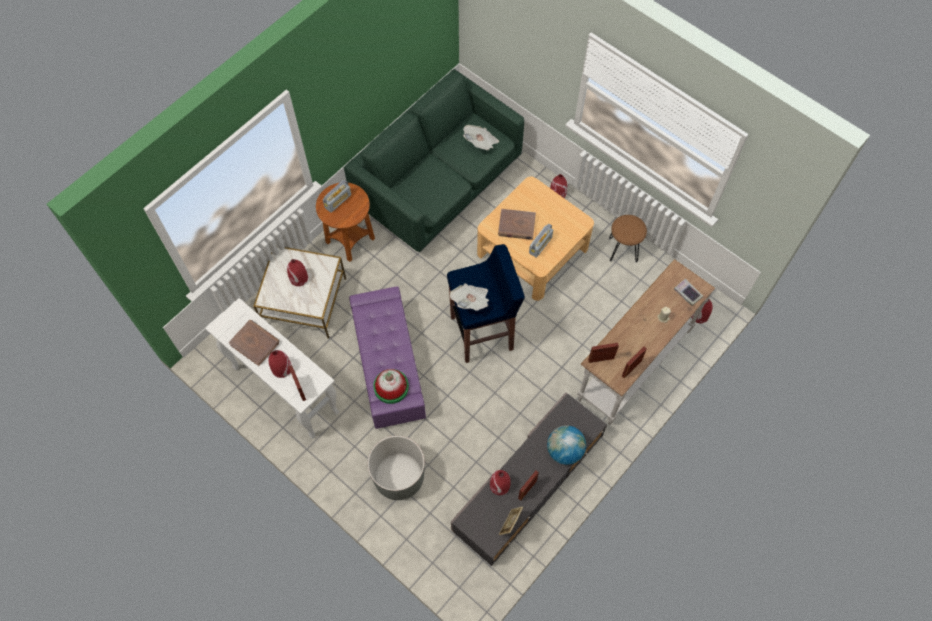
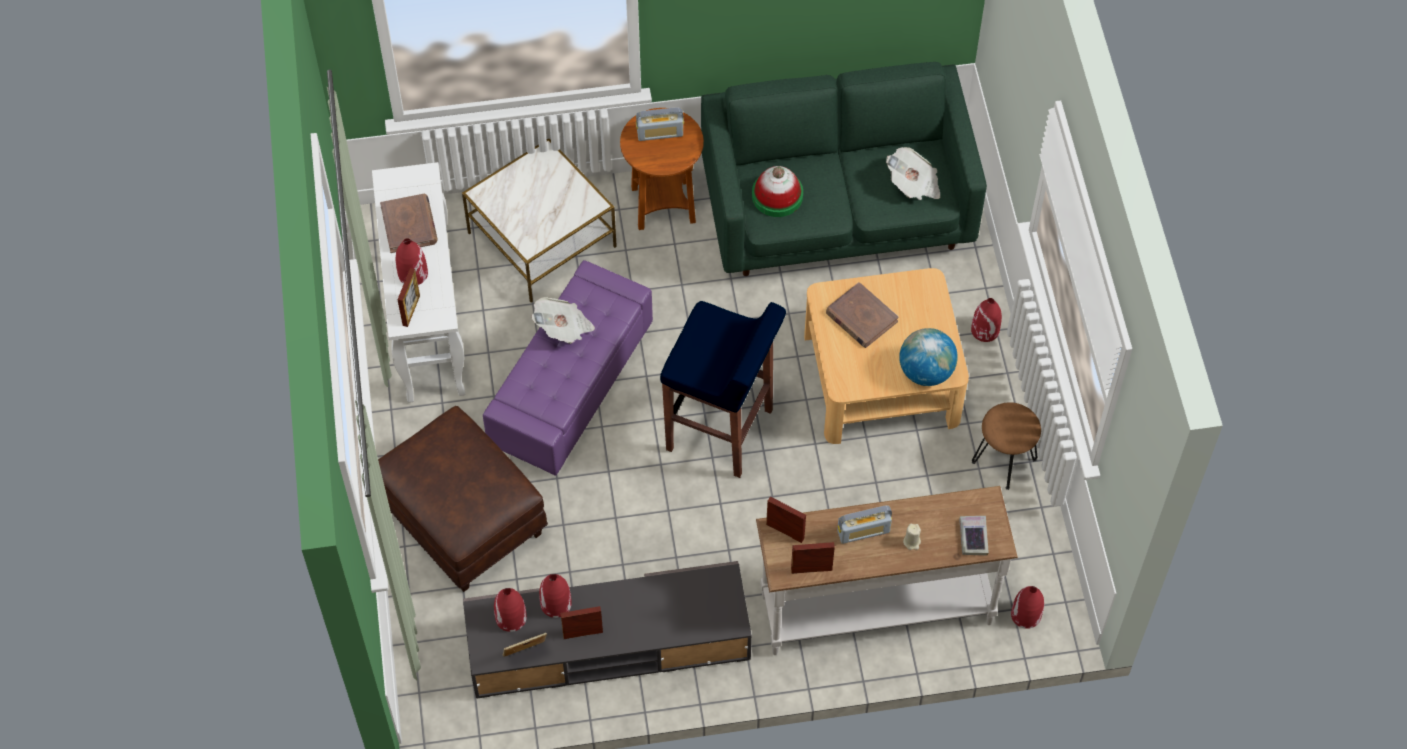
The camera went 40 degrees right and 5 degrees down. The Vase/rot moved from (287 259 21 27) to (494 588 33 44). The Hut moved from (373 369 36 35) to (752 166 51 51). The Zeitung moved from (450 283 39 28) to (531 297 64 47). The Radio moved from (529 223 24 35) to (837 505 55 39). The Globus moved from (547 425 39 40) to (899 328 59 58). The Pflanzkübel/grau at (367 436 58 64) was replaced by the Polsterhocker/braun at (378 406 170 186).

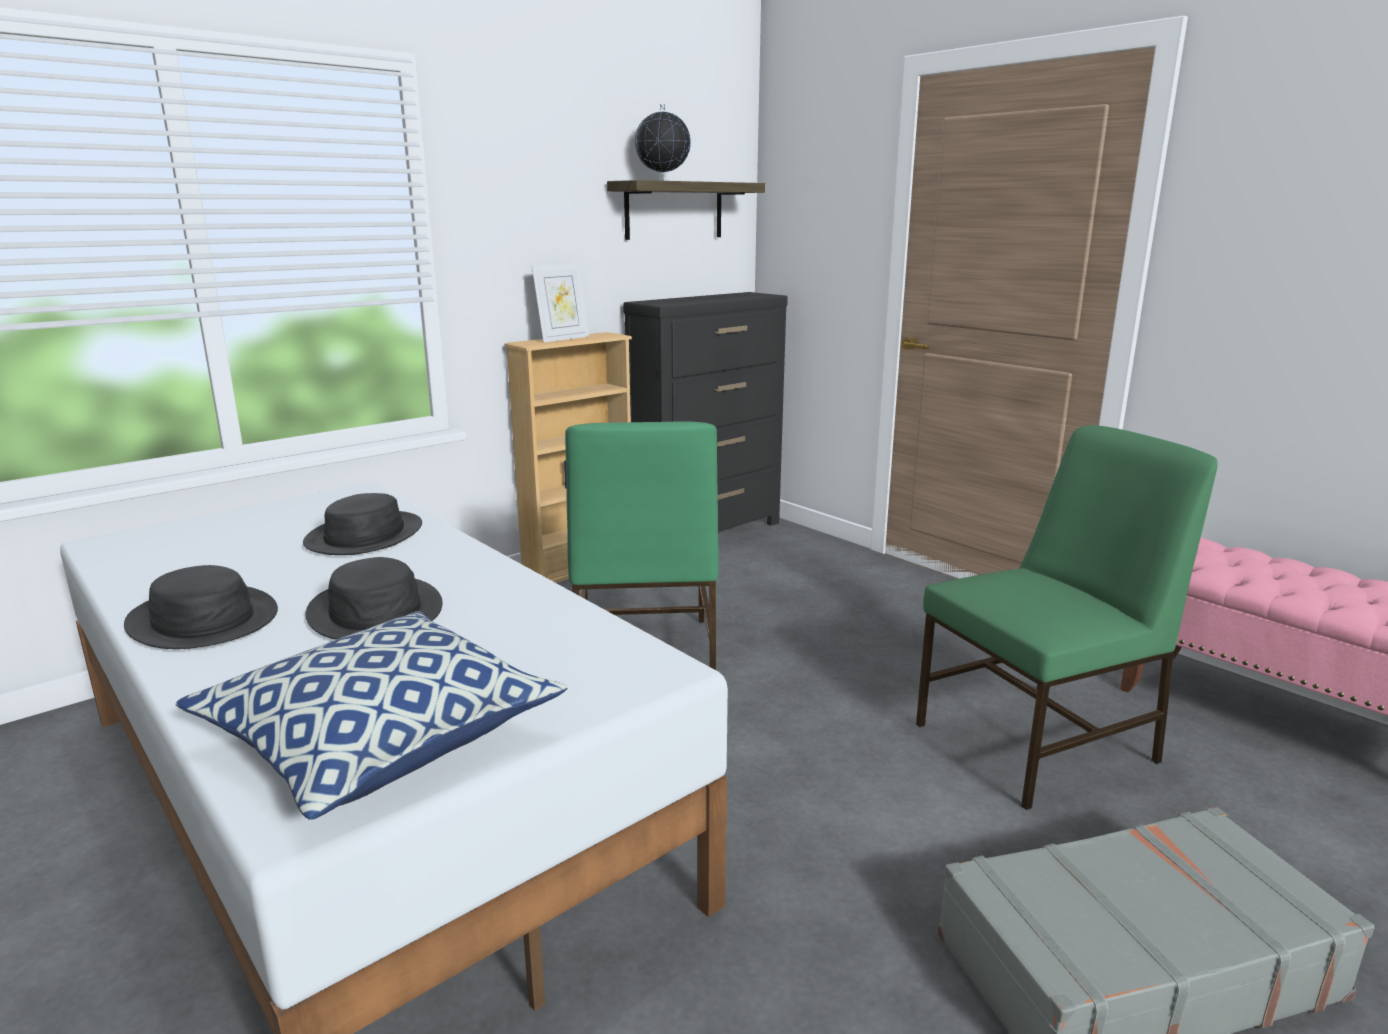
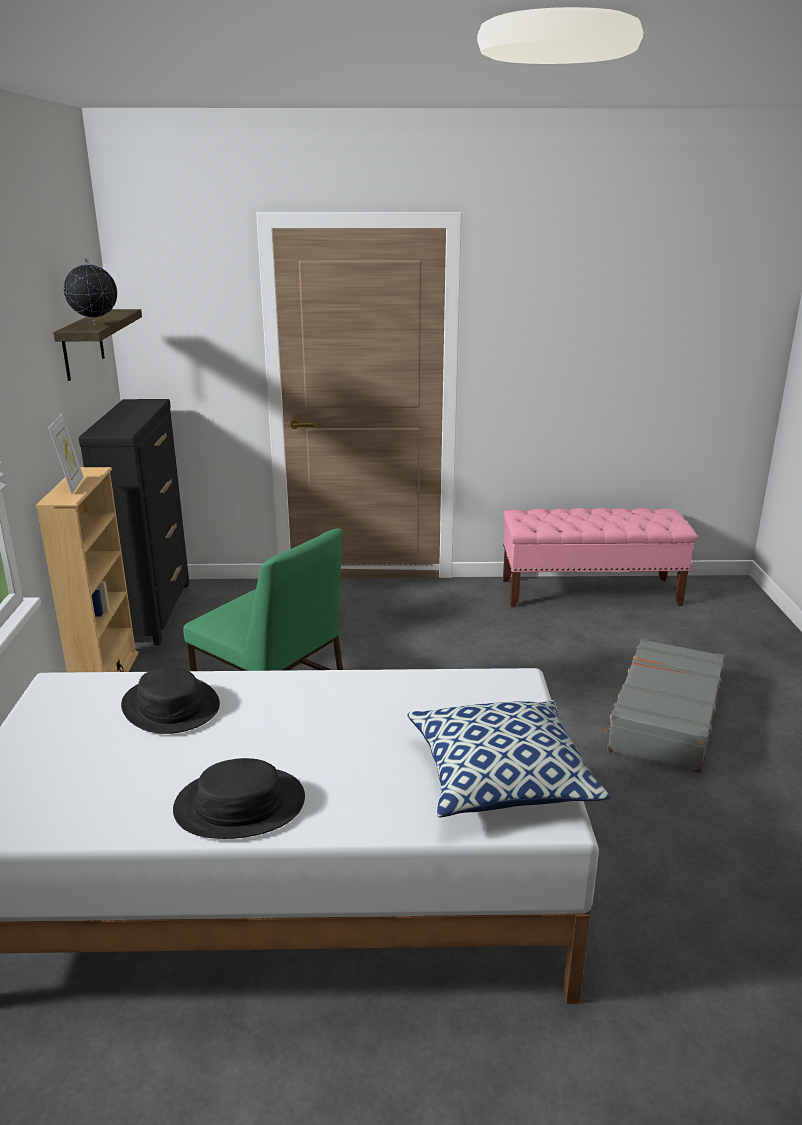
The camera went 50 degrees left and 5 degrees up. The Hut/schwarz at (306 557 137 83) disappeared. The Stuhl/grün at (916 425 302 385) disappeared.

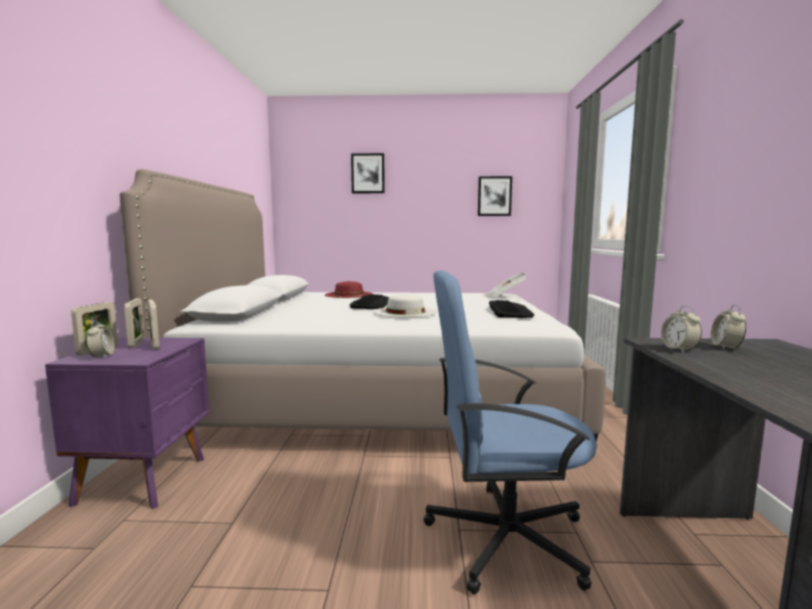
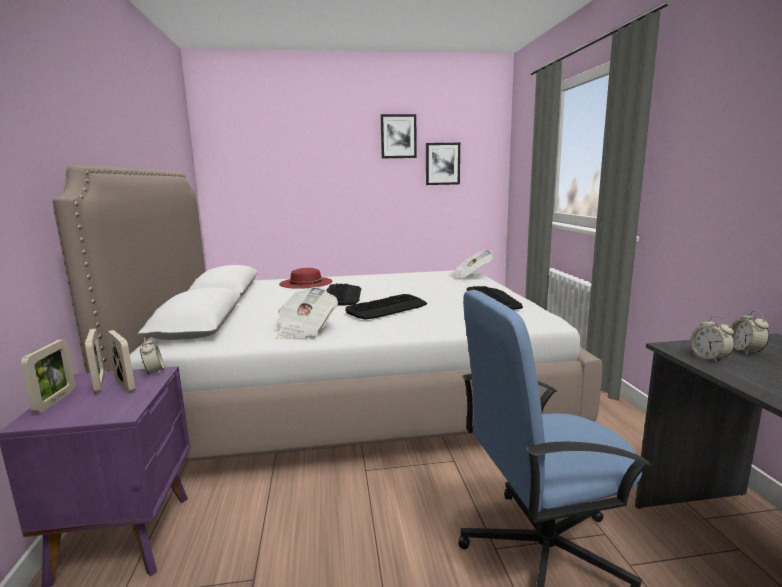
The camera went 10 degrees left and 5 degrees up. The Zeitung at (276 287 62 53) appeared. The Wecker moved from (86 321 29 37) to (140 337 25 38). The Bild moved from (351 153 34 40) to (381 114 36 44). The Hut/weiß at (374 294 63 23) was replaced by the Tastatur at (345 294 82 25).

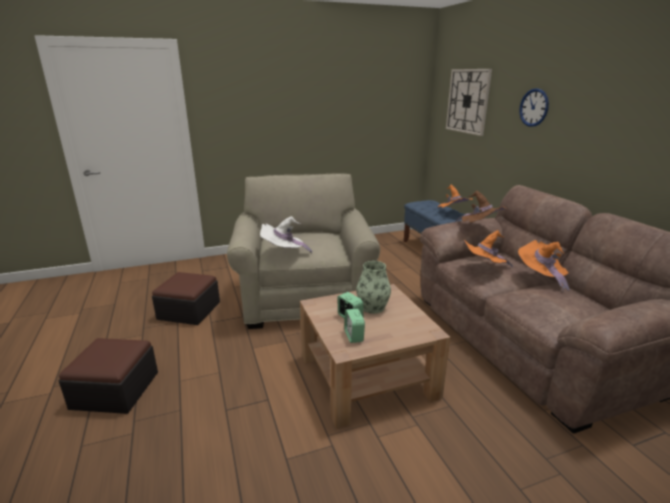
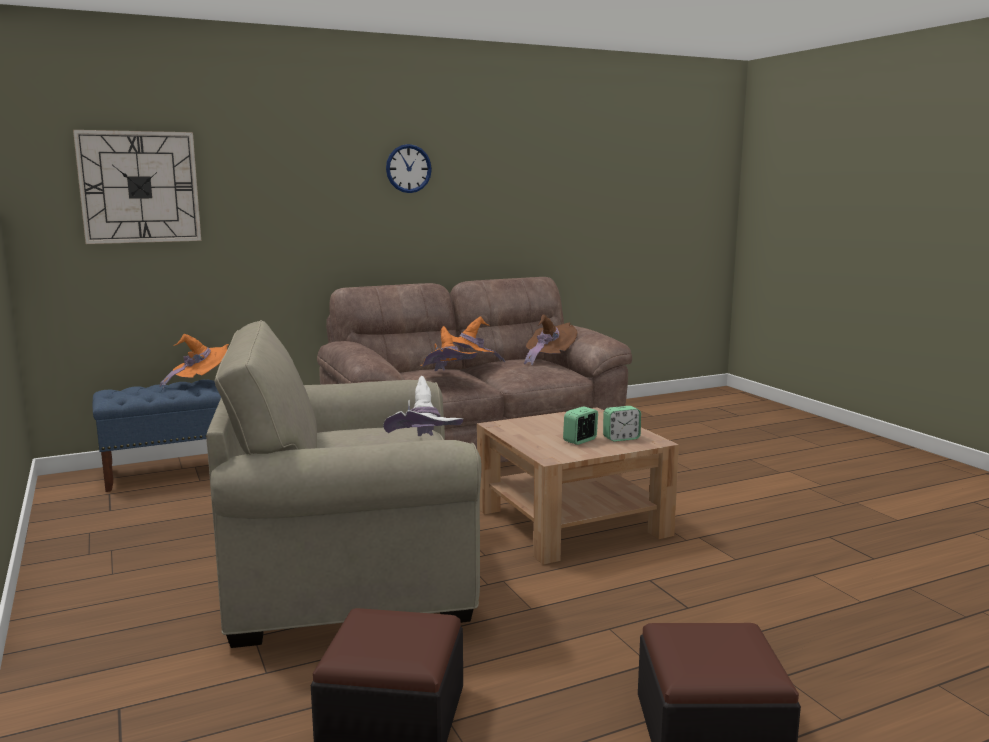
The camera went 95 degrees left and 10 degrees down. The Vase at (356 261 35 53) disappeared. The Hut/braun moved from (454 191 53 32) to (524 314 53 52). The Wanduhr moved from (519 88 30 39) to (386 144 46 49).

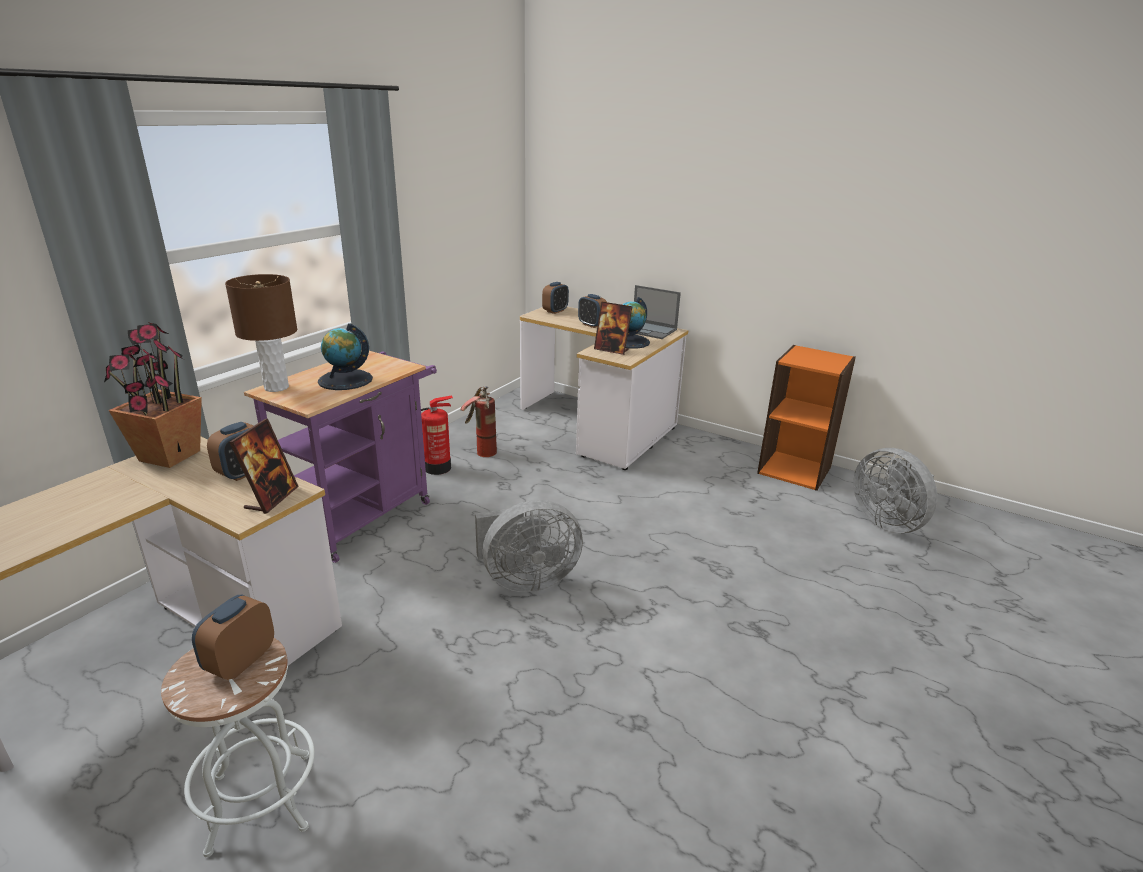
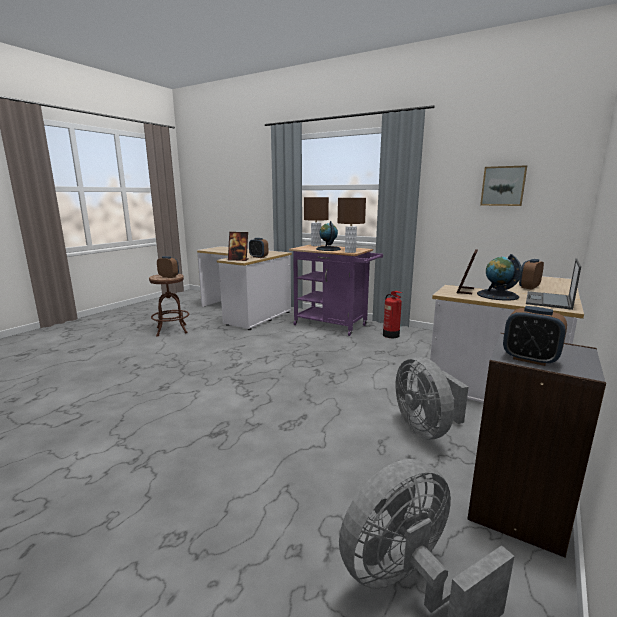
The camera went 90 degrees right and 10 degrees down. The Topfpflanze at (104 322 98 146) disappeared. The Feuerlöscher at (460 386 37 71) disappeared. The Tischlampe/braun at (337 198 29 55) appeared. The Bild at (480 165 47 41) appeared. The Ventilator/grau moved from (475 500 108 92) to (396 357 73 82). The Wecker moved from (542 282 27 32) to (503 306 64 60). The Hocker/weiß at (161 638 153 219) became the Hocker/braun at (149 274 40 63). The Bücherregal/orange at (757 345 99 146) became the Bücherregal/grau at (467 333 139 225).

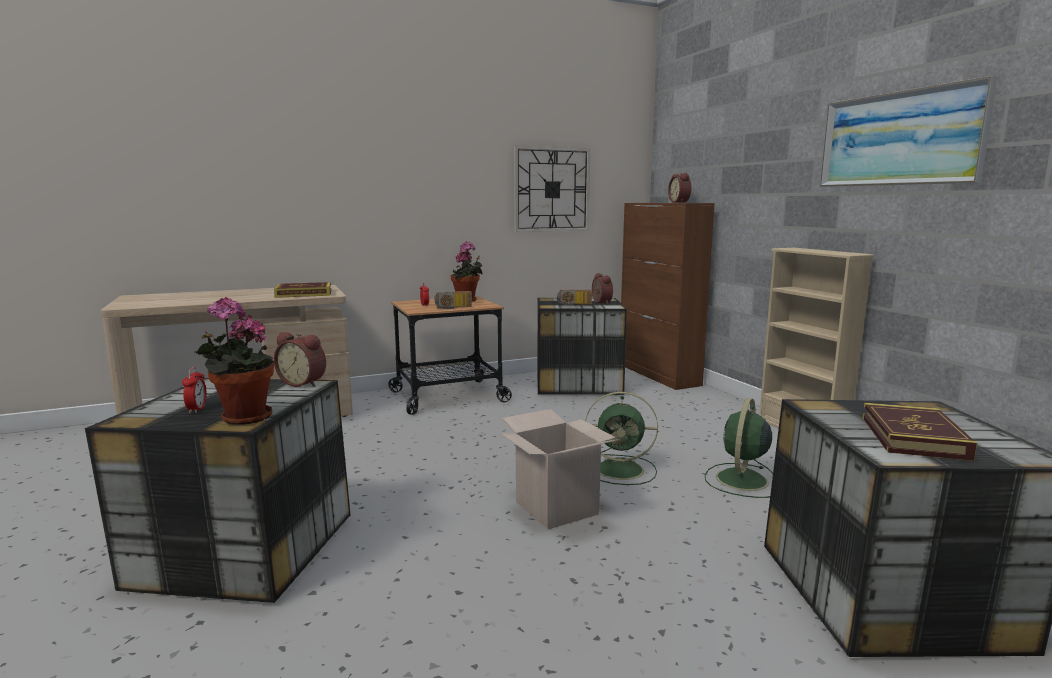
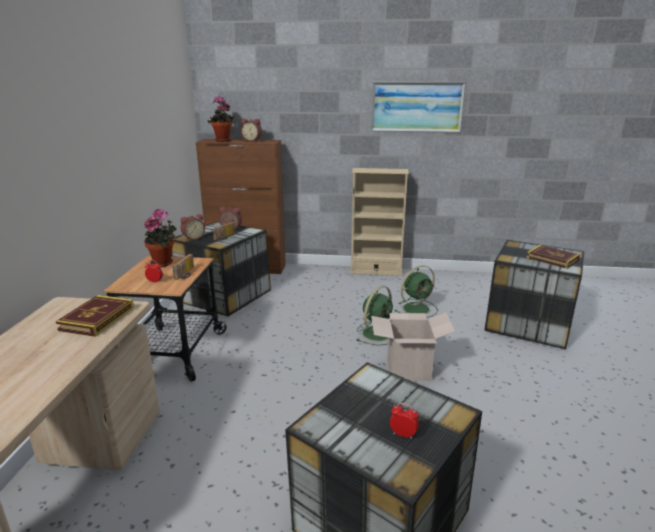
The camera went 60 degrees left and 10 degrees up. The Wanduhr at (514 146 76 86) disappeared. The Topfpflanze moved from (195 297 79 128) to (208 96 27 46). The Wecker moved from (274 332 52 55) to (180 214 25 27). The Ventilator/grün at (705 398 68 100) turned 90 degrees counterclockwise.

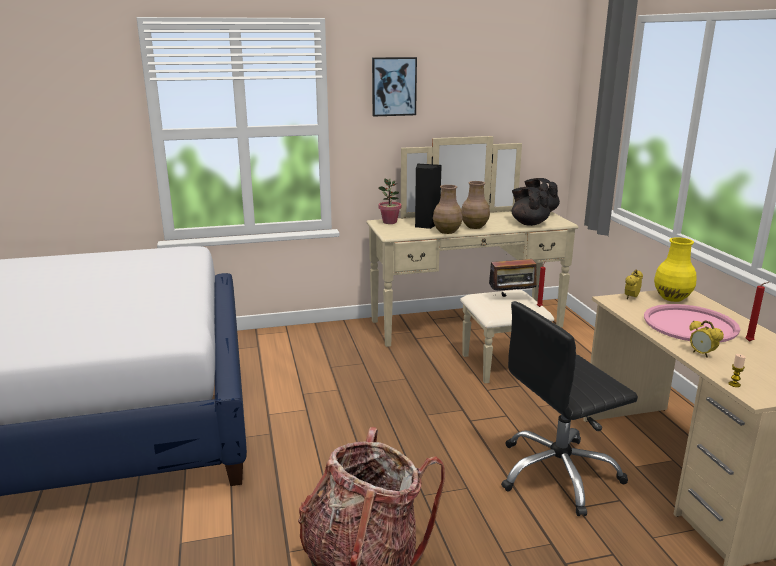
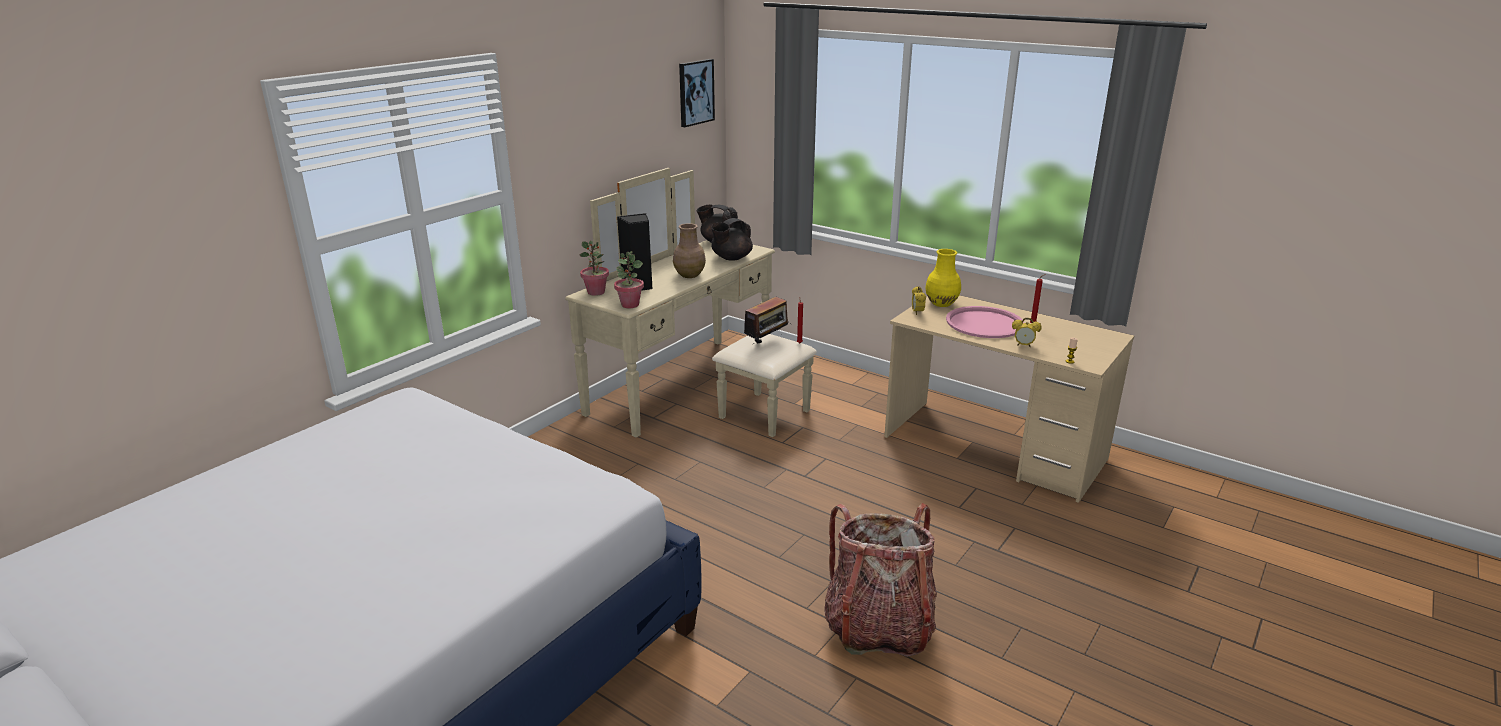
The camera went 40 degrees left and 5 degrees up. The Vase/braun at (433 185 30 49) disappeared. The Bürostuhl/schwarz at (501 301 137 215) disappeared. The Topfpflanze at (614 251 30 57) appeared. The Bild moved from (372 57 45 60) to (679 59 36 68). The Teekanne/schwarz at (511 187 39 39) turned 60 degrees counterclockwise.

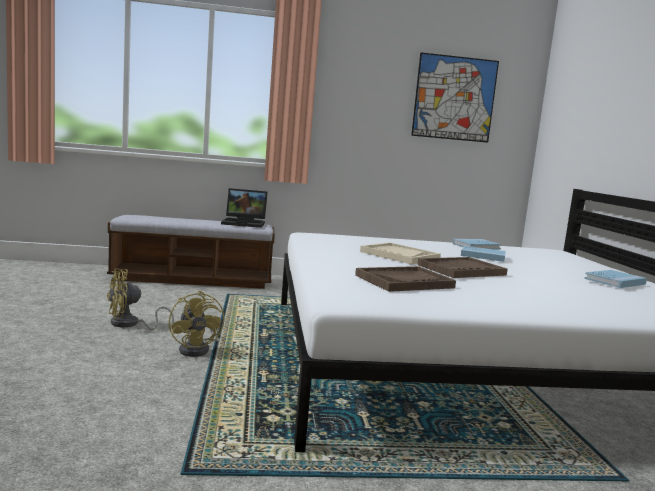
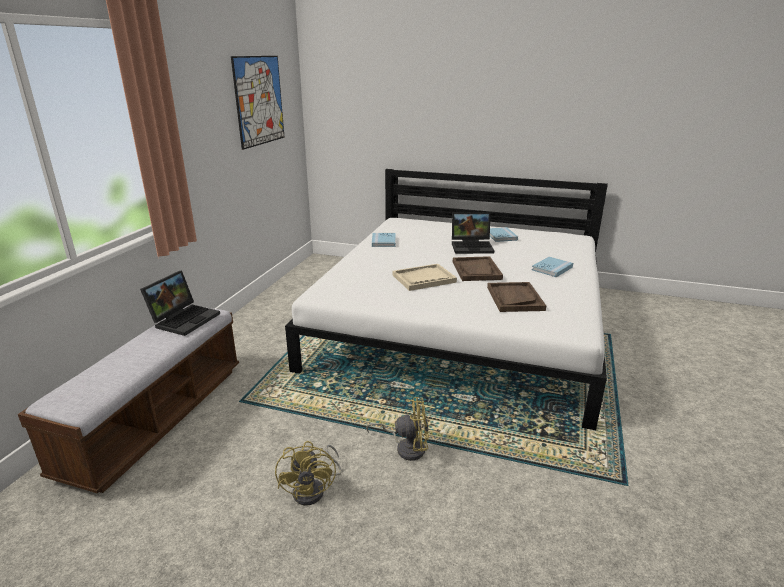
The camera went 65 degrees left and 15 degrees up. The Laptop at (452 212 42 42) appeared. The Buch/blau moved from (461 246 45 16) to (532 257 41 20).

